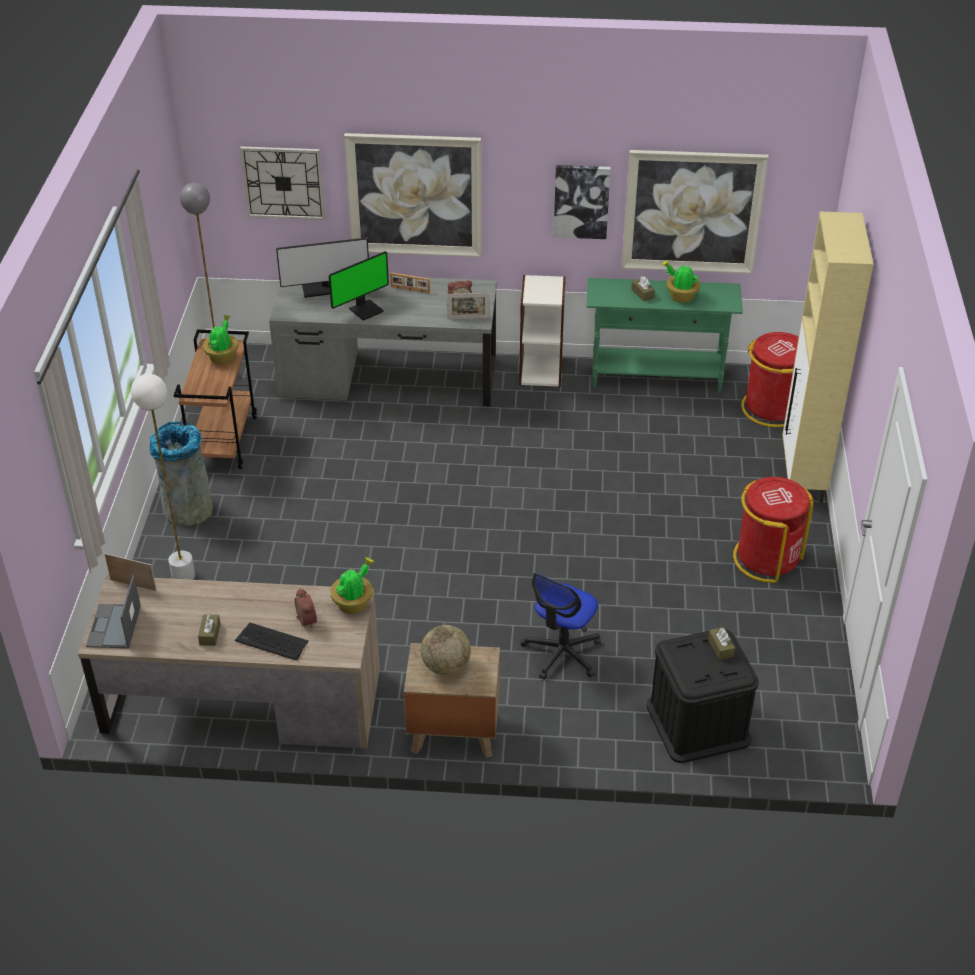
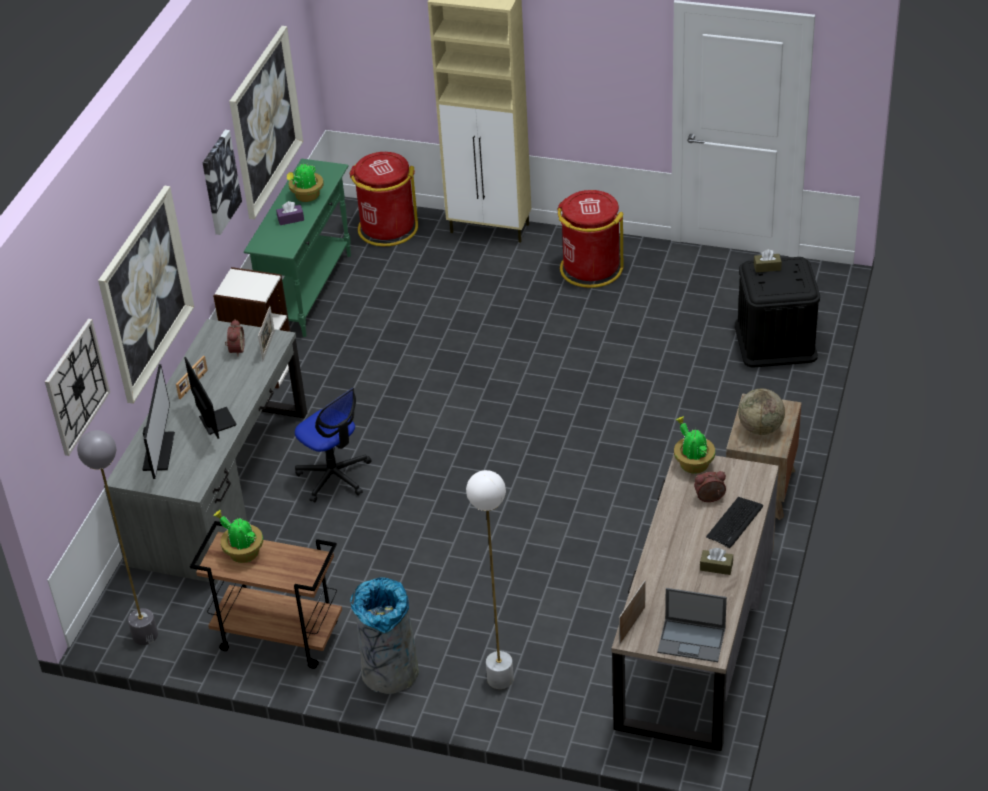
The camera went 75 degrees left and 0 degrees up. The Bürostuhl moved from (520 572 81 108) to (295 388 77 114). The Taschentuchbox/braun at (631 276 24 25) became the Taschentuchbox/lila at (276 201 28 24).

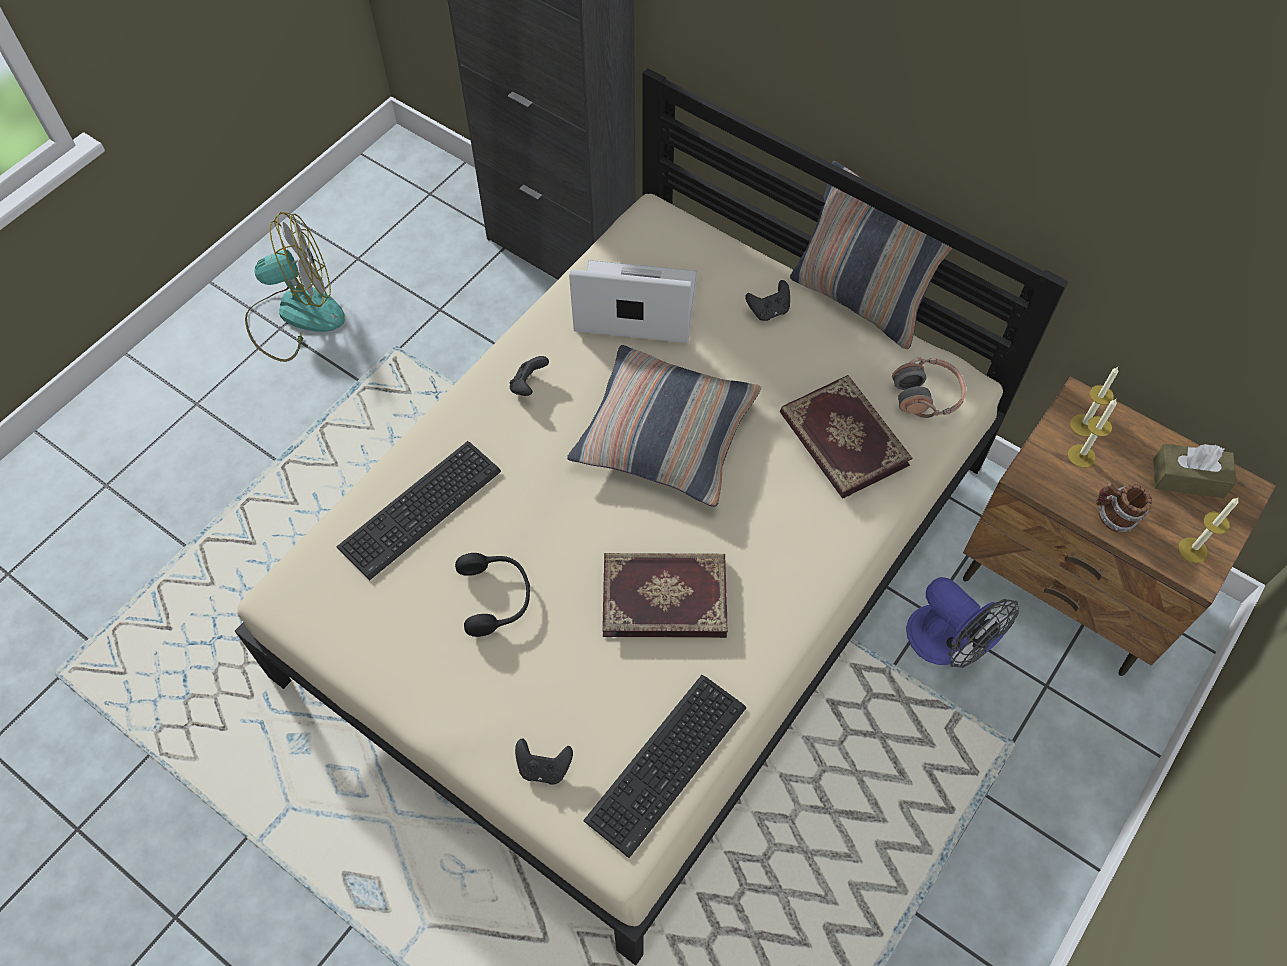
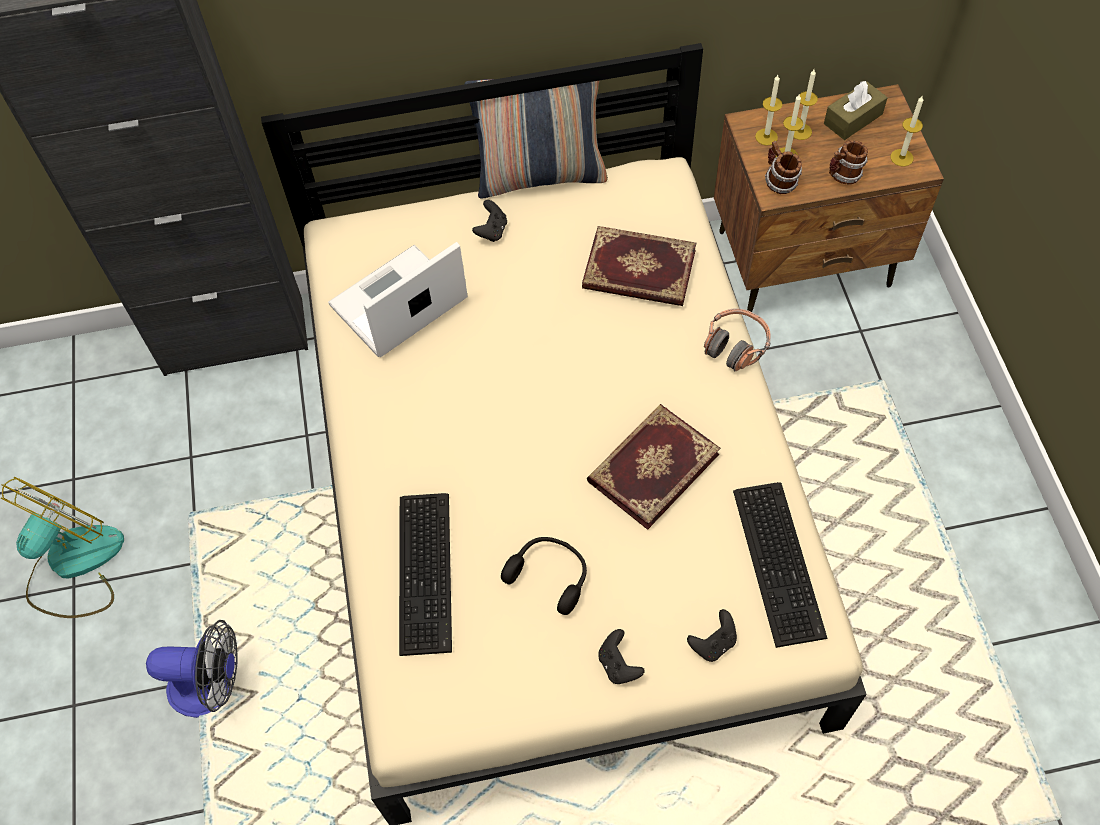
The camera went 45 degrees left and 0 degrees up. The Kissen at (567 345 194 162) disappeared. The Henkelbecher at (765 141 37 53) appeared. The Kerze at (793 70 25 70) appeared. The Gamepad/schwarz moved from (509 356 40 40) to (598 629 47 55). The Kopfhörer moved from (892 357 74 61) to (704 308 67 63). The Ventilator moved from (906 577 113 91) to (146 620 91 98).

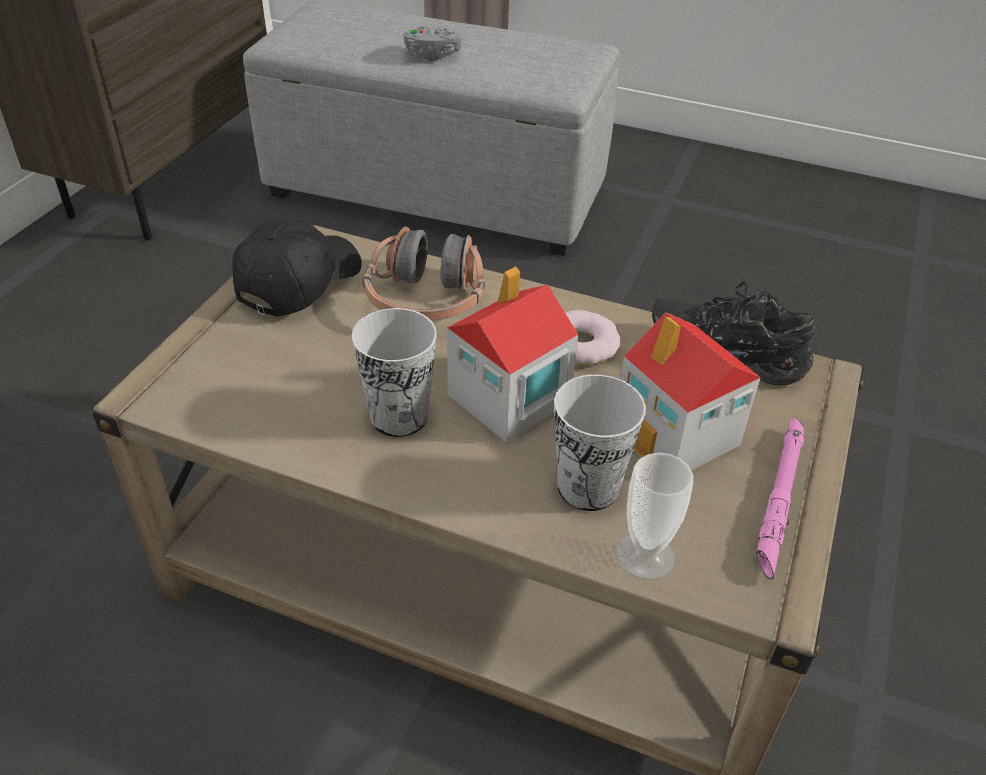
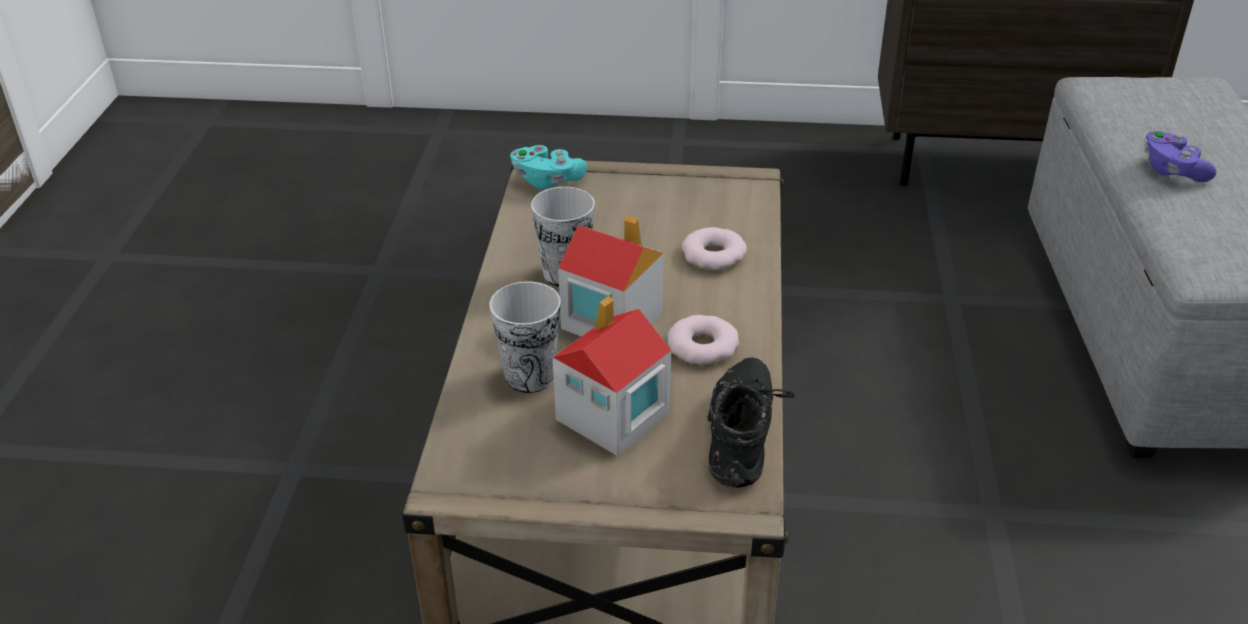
The camera went 75 degrees right and 5 degrees down. The Kappe/schwarz at (232 219 130 97) disappeared. The Tasse at (616 452 77 128) disappeared. The Taschenlampe/rosa at (756 419 48 161) disappeared. The Gamepad/türkis at (510 145 77 44) appeared. The Kopfhörer at (363 226 122 95) was replaced by the Donut at (682 227 65 43). The Gamepad/grau at (404 25 58 36) became the Gamepad/lila at (1144 130 73 52).

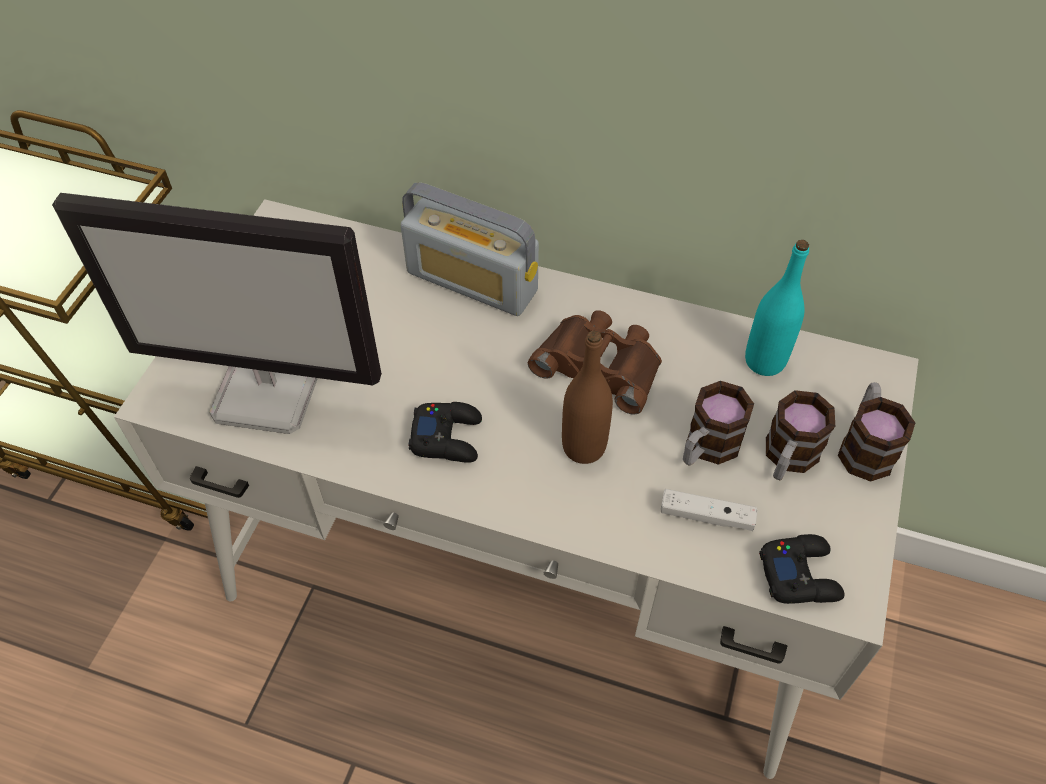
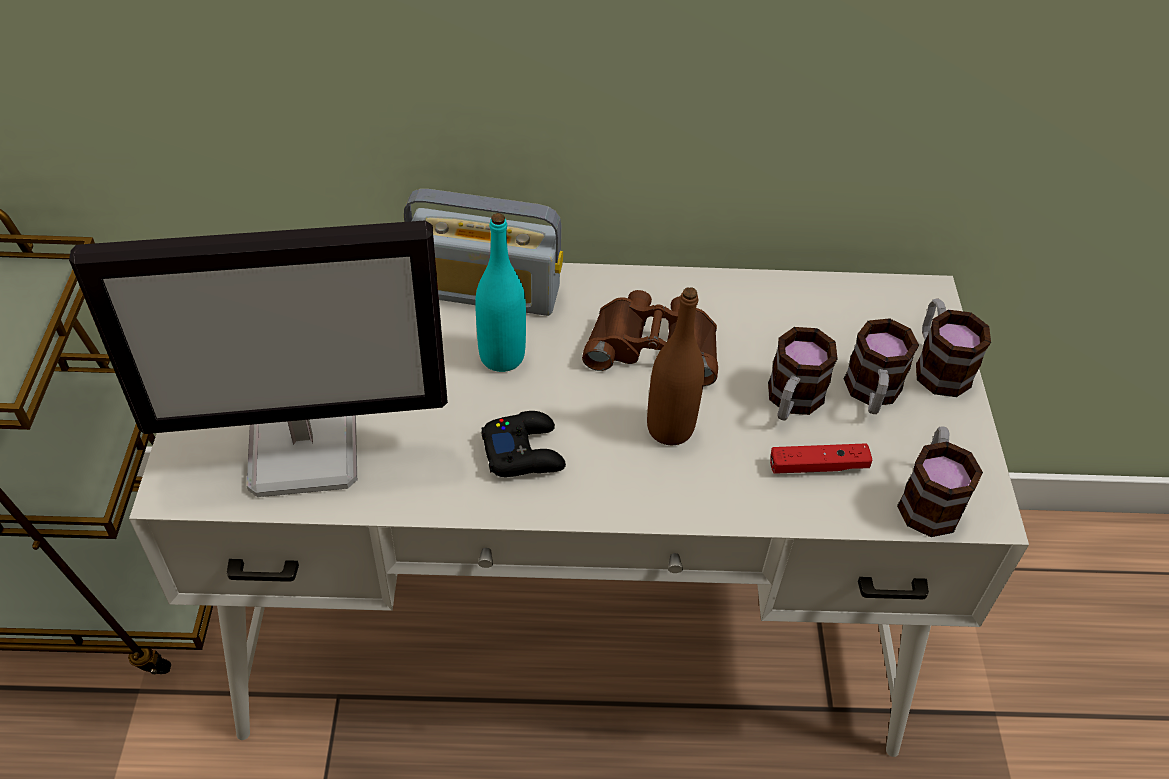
The camera went 20 degrees left and 5 degrees down. The Flasche/türkis moved from (745 240 64 136) to (475 213 51 159). The Gamepad/schwarz at (759 534 85 70) was replaced by the Henkelbecher at (897 427 86 110). The Gamepad/weiß at (661 489 96 42) became the Gamepad/rot at (770 443 102 31).

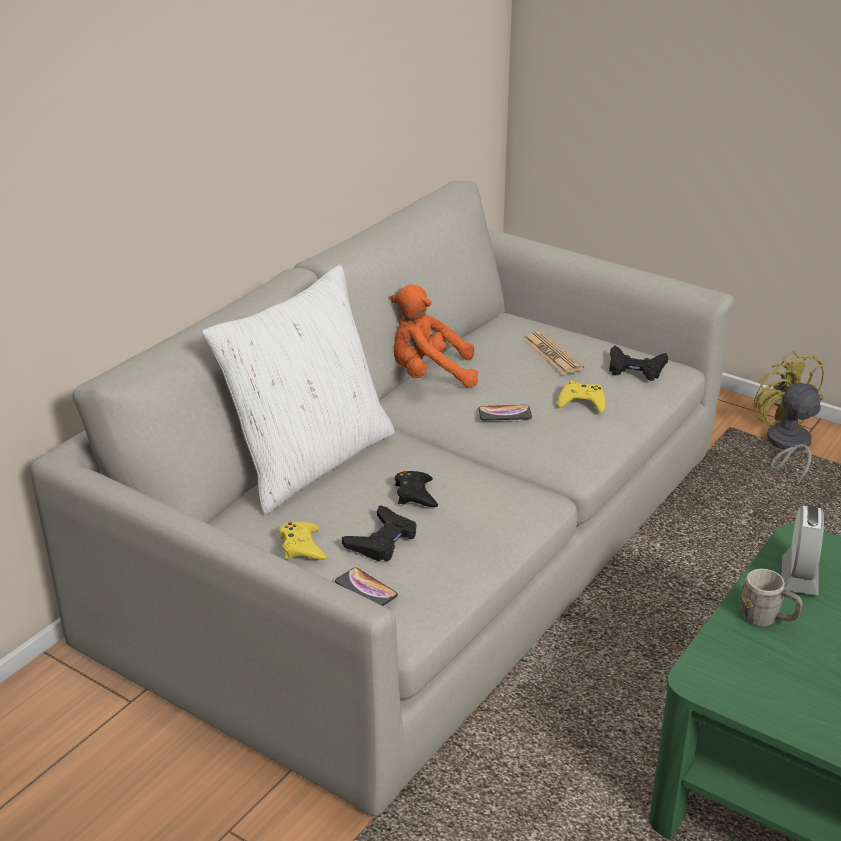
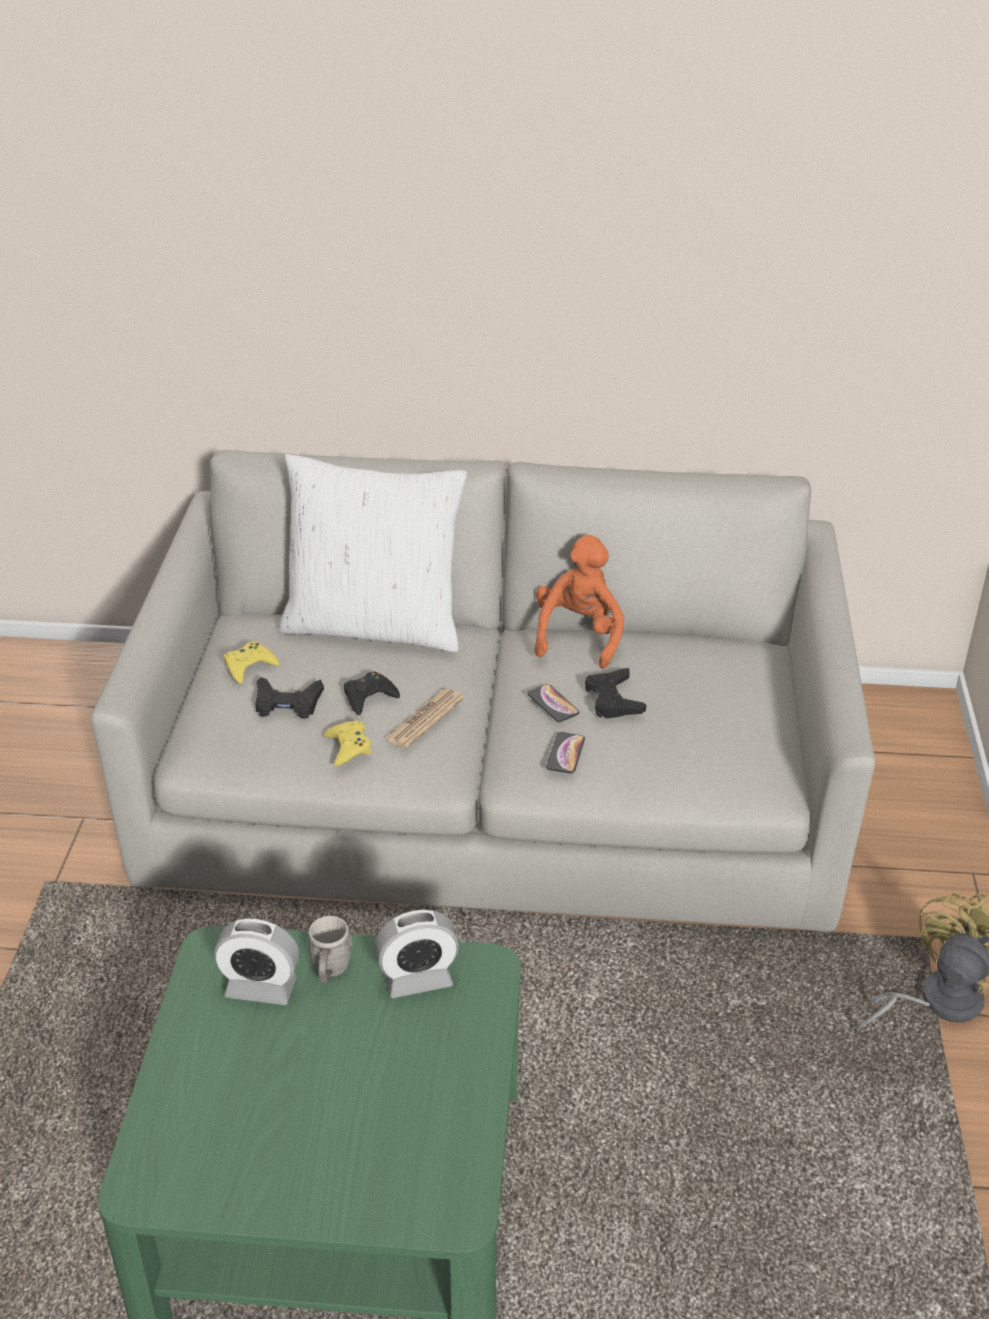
The camera went 60 degrees right and 5 degrees up. The Wecker at (214 918 85 87) appeared. The Handy moved from (335 568 63 38) to (546 732 39 41). The Zeitung moved from (523 331 61 43) to (385 689 79 60). The Gamepad/gelb moved from (557 381 48 32) to (324 720 47 46). The Gamepad/schwarz moved from (609 346 59 35) to (585 668 61 51). The Plüschtier/orange at (390 285 88 103) turned 45 degrees clockwise.

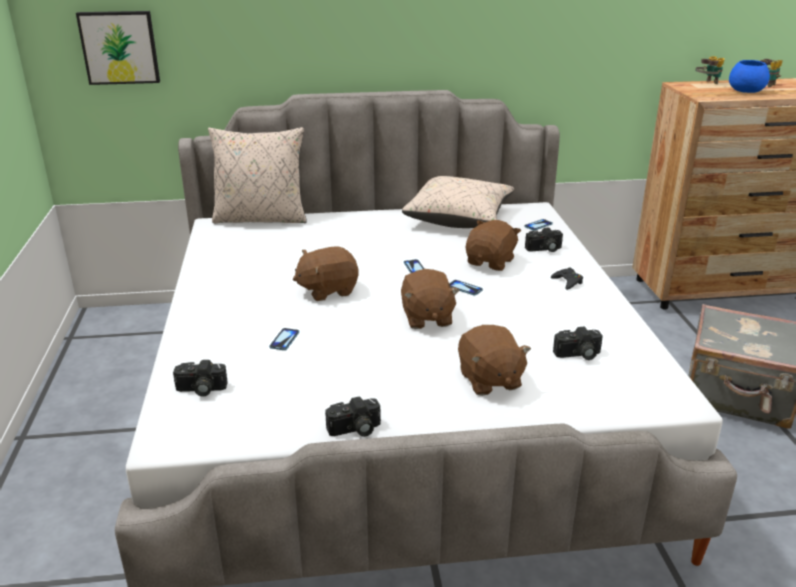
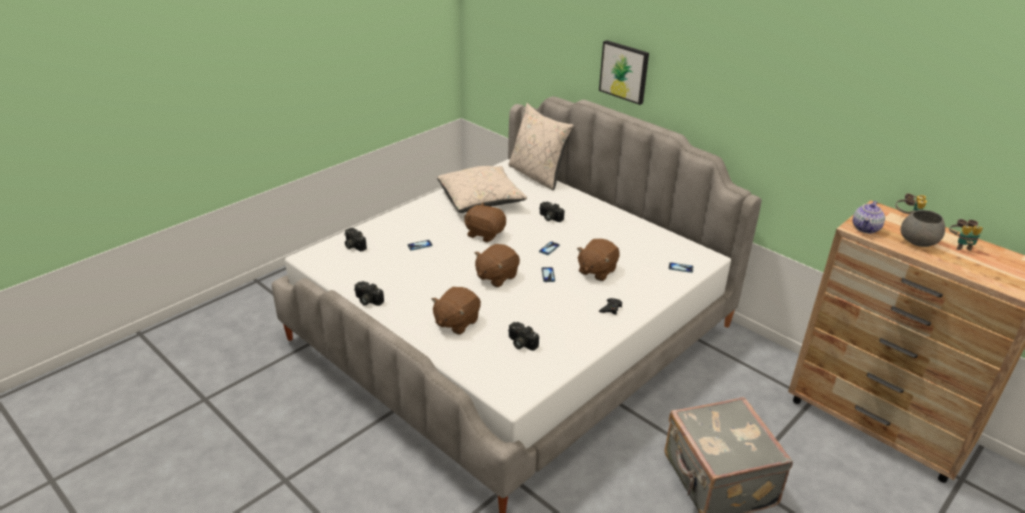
The camera went 50 degrees right and 5 degrees up. The Teekanne at (853 201 32 33) appeared. The Bild moved from (76 11 84 74) to (599 40 50 65). The Kissen/beige moved from (402 176 112 52) to (437 166 90 47). The Kamera moved from (525 227 38 25) to (539 202 25 20). The Schüssel/blau at (729 60 41 33) became the Schüssel/grau at (901 210 44 37). The Plüschtier/braun at (466 220 55 51) turned 135 degrees clockwise.

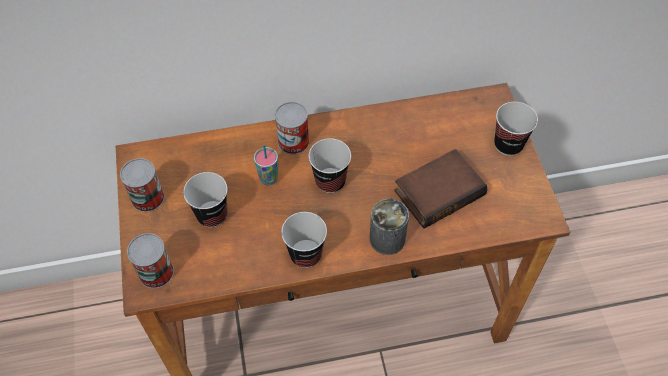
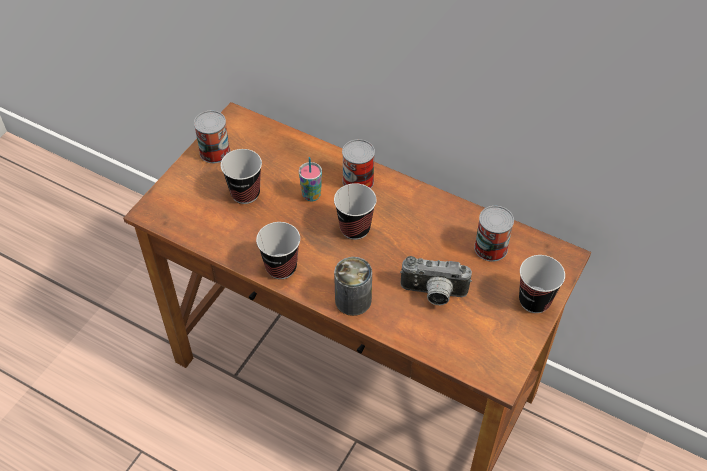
The camera went 40 degrees right and 5 degrees down. The Dose moved from (127 233 47 56) to (474 206 40 56). The Buch at (394 149 93 80) was replaced by the Kamera at (400 256 72 49).

